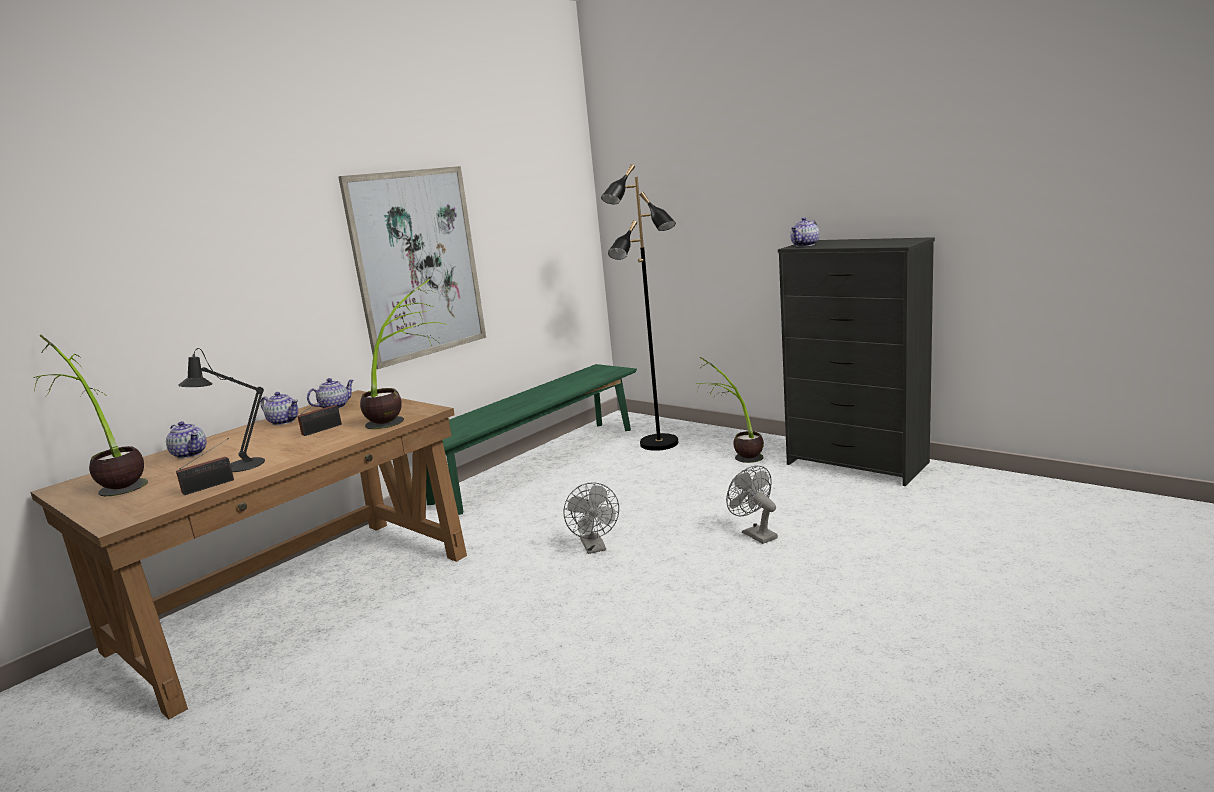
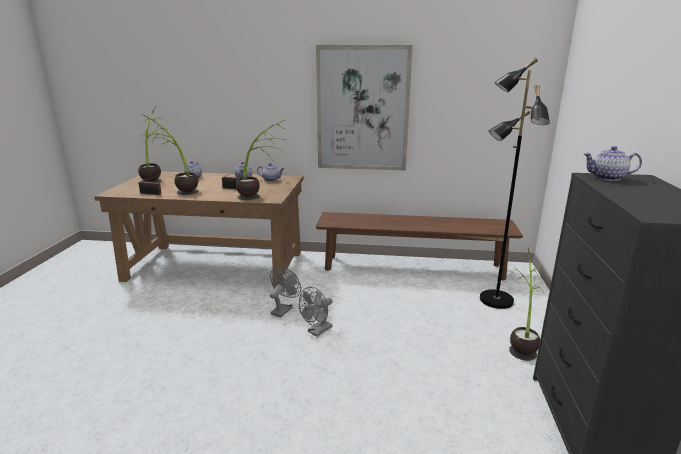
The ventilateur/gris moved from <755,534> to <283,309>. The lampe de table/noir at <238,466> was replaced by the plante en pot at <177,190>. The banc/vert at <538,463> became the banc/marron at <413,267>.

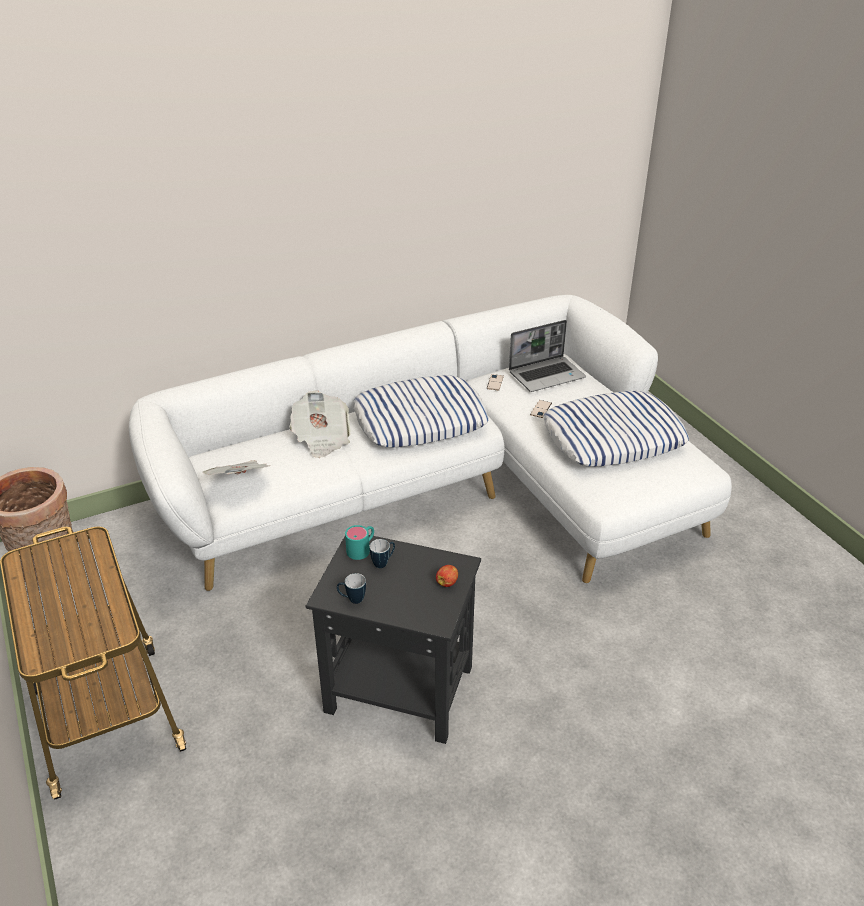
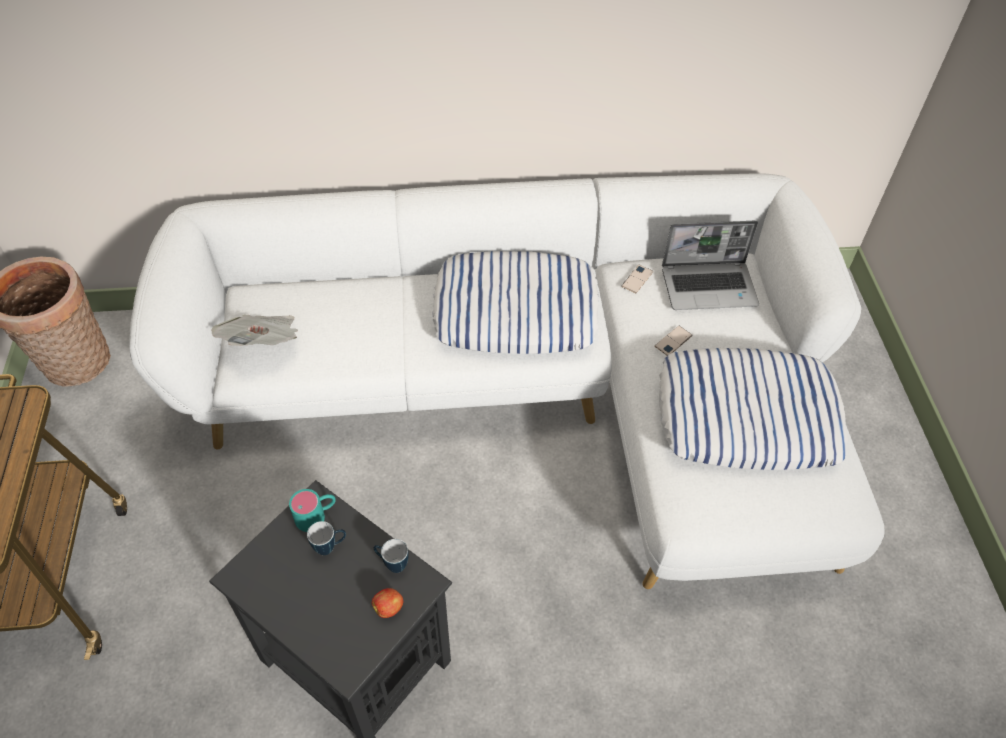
The journal at <321,438> disappeared. The mug moved from <352,599> to <392,564>.

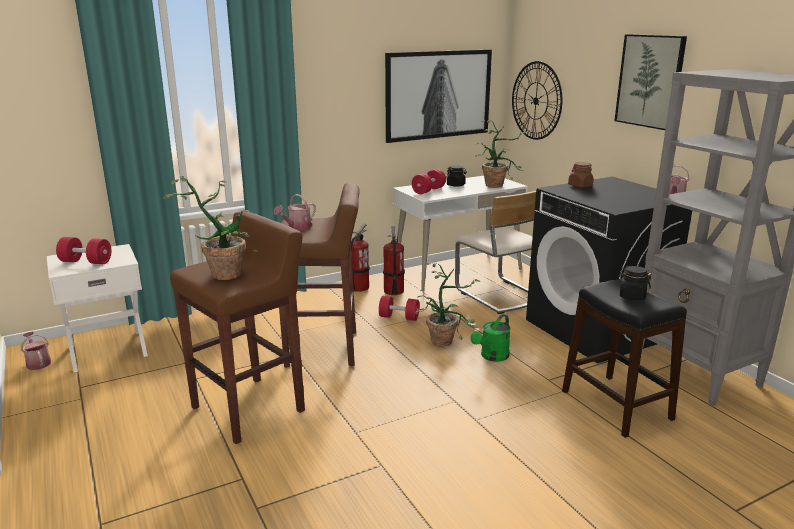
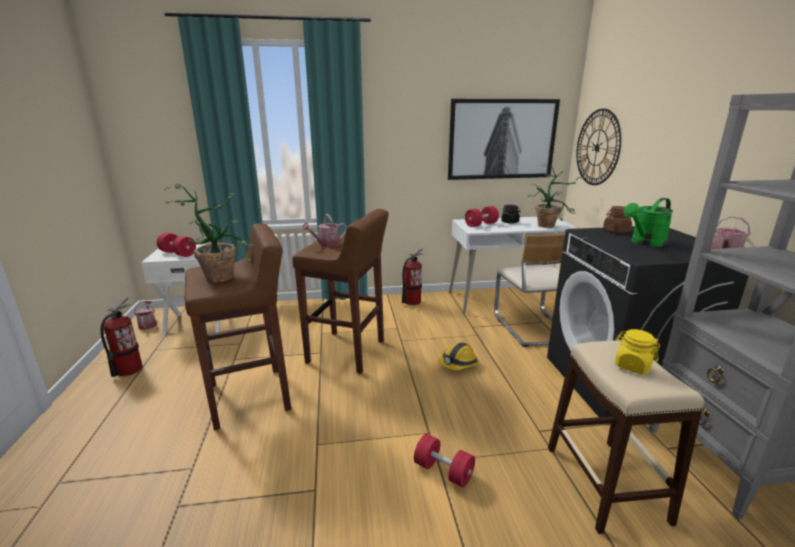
The tableau at <650,81> disappeared. The haltère/rouge moved from <399,317> to <443,471>. The extincteur moved from <393,291> to <129,370>. The arrosoir/vert moved from <492,357> to <645,243>. The plante en pot at <446,340> was replaced by the casque de chantier at <458,364>. The tabouret/noir at <616,404> became the tabouret/beige at <605,483>. The bocal/noir at <631,296> became the bocal/jaune at <632,366>.

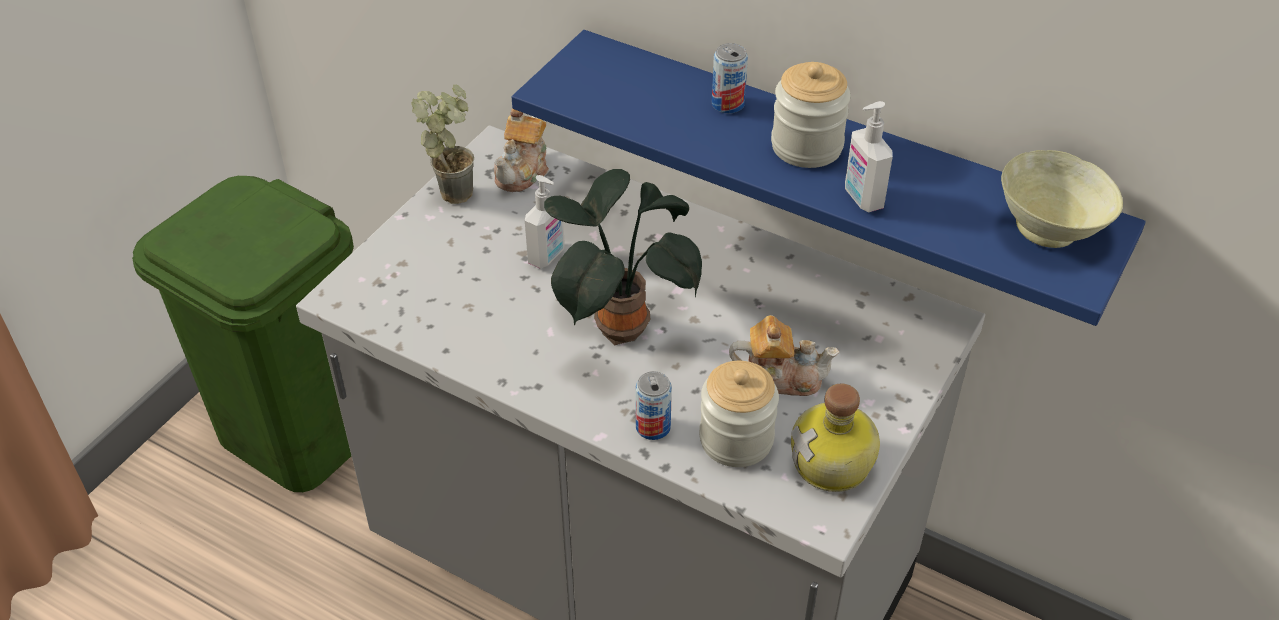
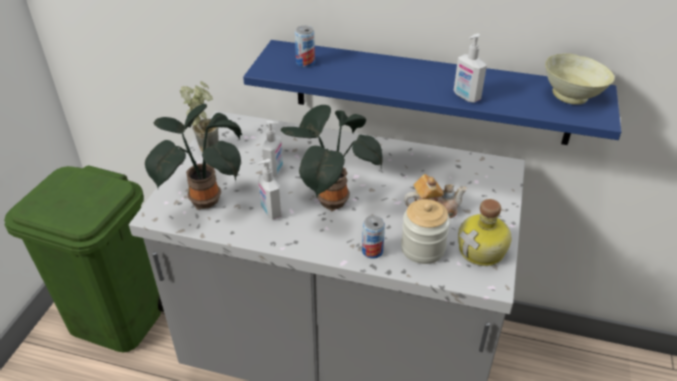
The théière at <523,171> disappeared. The bocal at <806,146> disappeared. The plante en pot at <204,198> appeared. The distributeur de savon at <270,212> appeared. The boîte métallique moved from <728,104> to <305,63>.

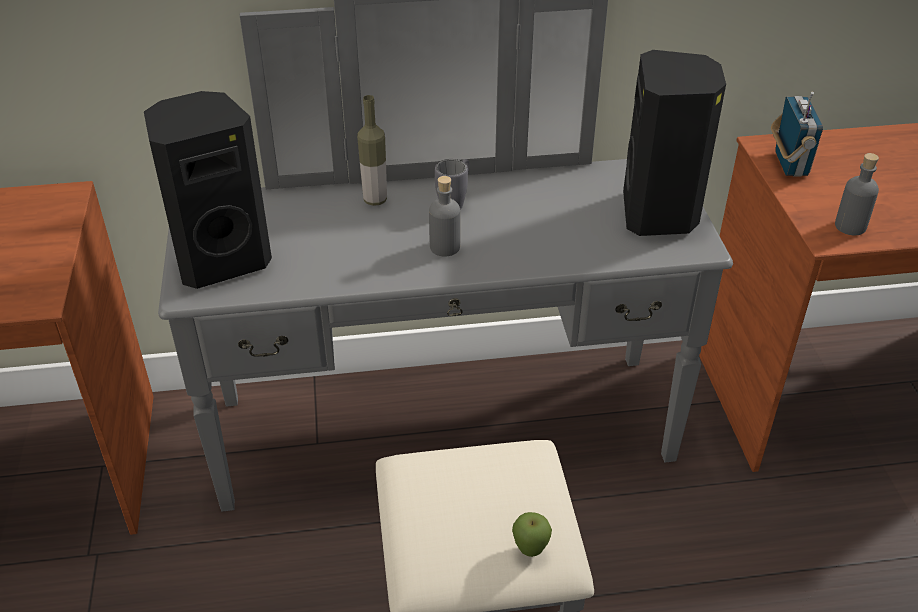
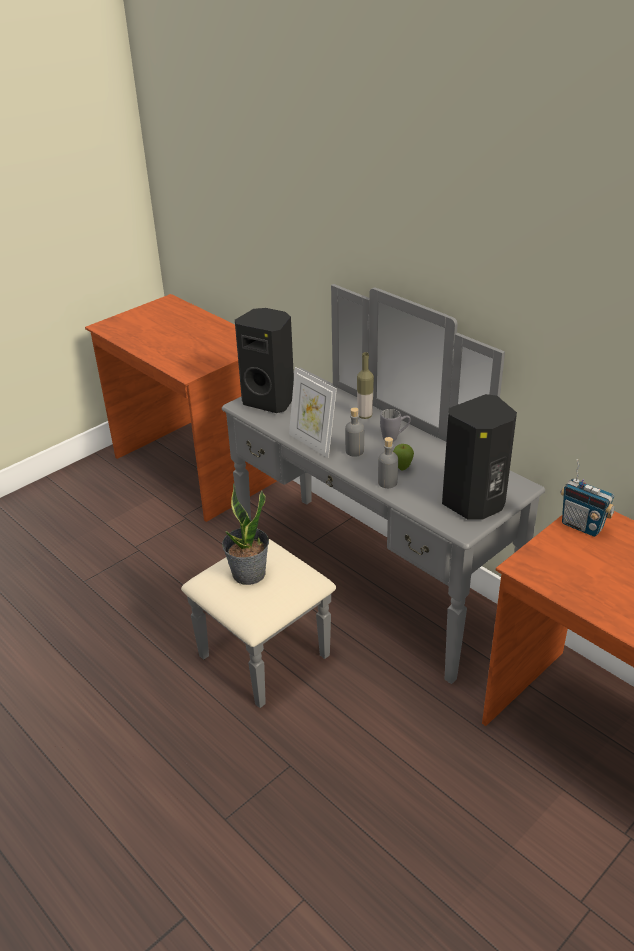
The plante en pot at <248,574> appeared. The cadre photo at <312,443> appeared. The pomme moved from <530,551> to <402,468>. The bouteille/gris moved from <850,226> to <387,482>. The radio at <789,164> turned 75 degrees clockwise.

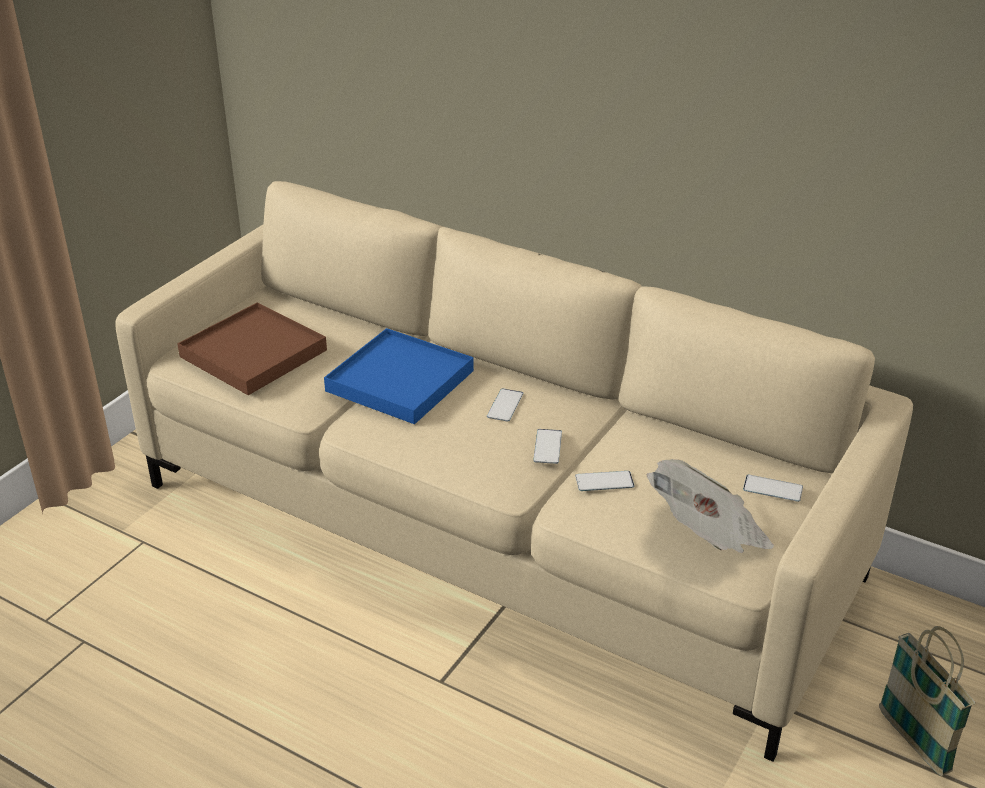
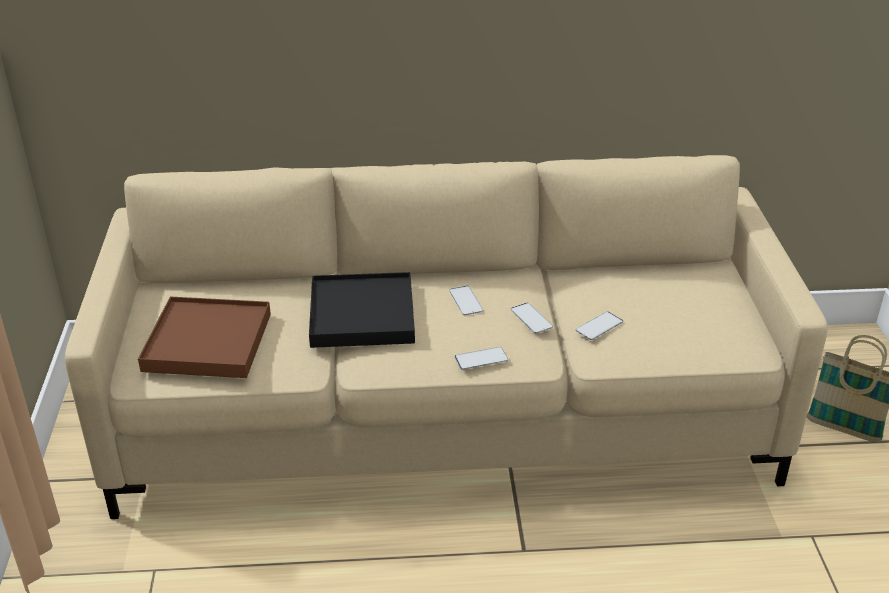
The journal at <708,534> disappeared. The téléphone moved from <772,488> to <481,358>. The plateau/bleu at <400,381> became the plateau/noir at <362,314>.

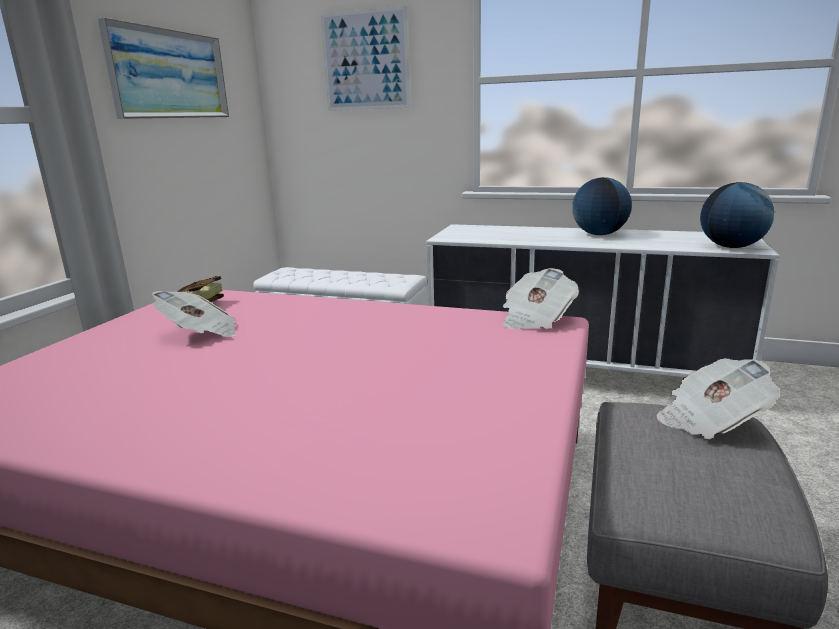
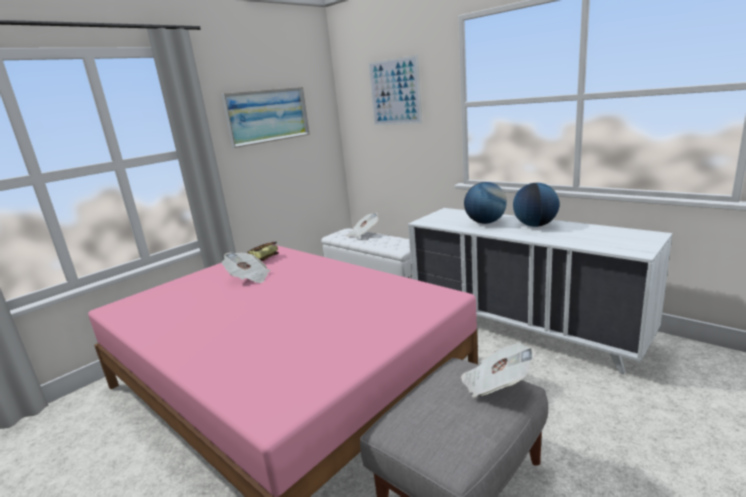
The journal moved from <535,319> to <363,234>. The globe moved from <731,247> to <485,222>.

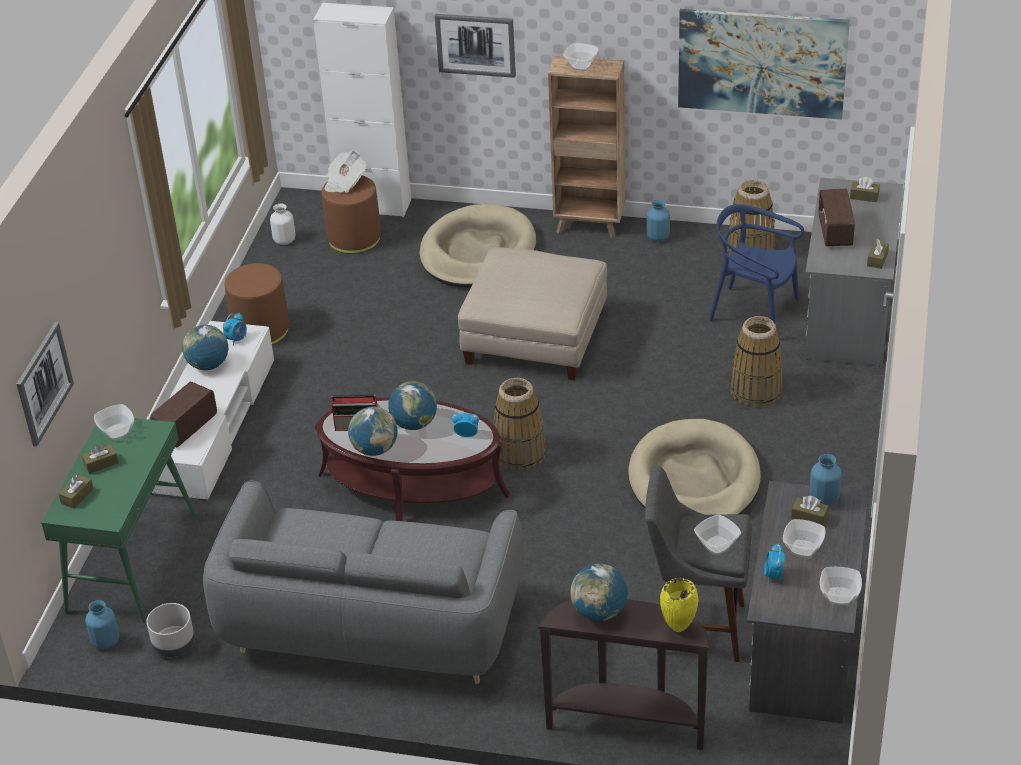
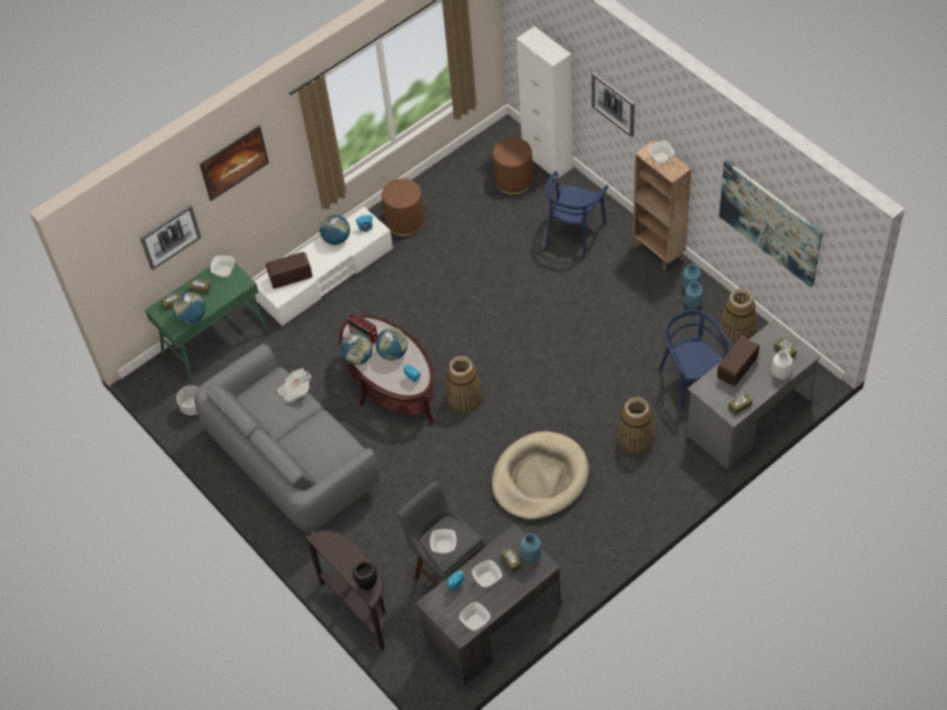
The pouf/beige at <535,337> disappeared. The tableau at <236,171> appeared. The vase/bleu moved from <105,641> to <693,303>. The vase/blanc moved from <285,240> to <781,373>. The journal moved from <344,182> to <295,390>. The globe moved from <599,612> to <192,317>. The panier pour chien/beige at <477,252> was replaced by the chaise/bleu at <574,233>. The vase/jaune at <678,629> became the vase/noir at <367,586>.

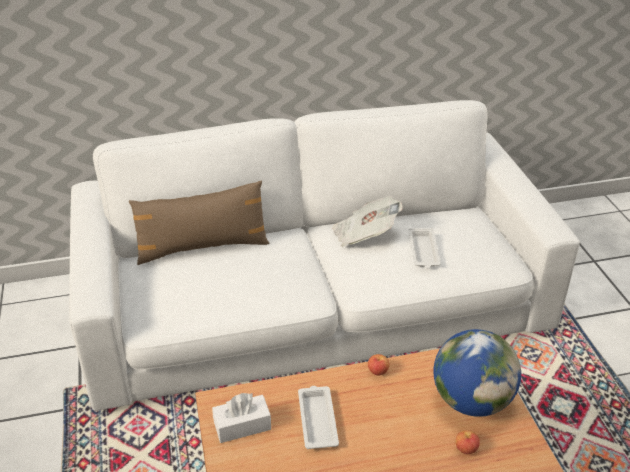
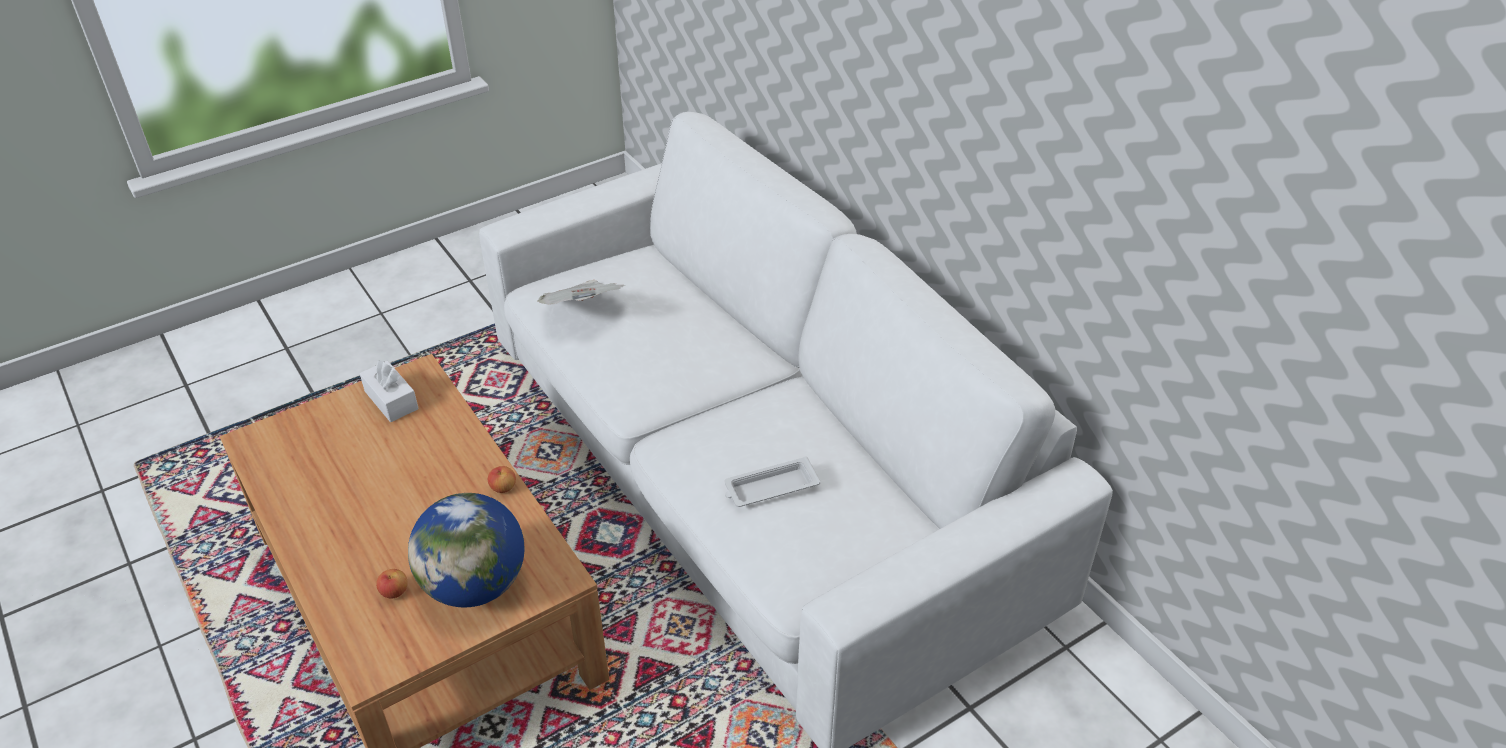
The coussin/marron at <203,247> disappeared. The plateau/blanc at <317,419> disappeared. The journal moved from <364,235> to <583,310>.

